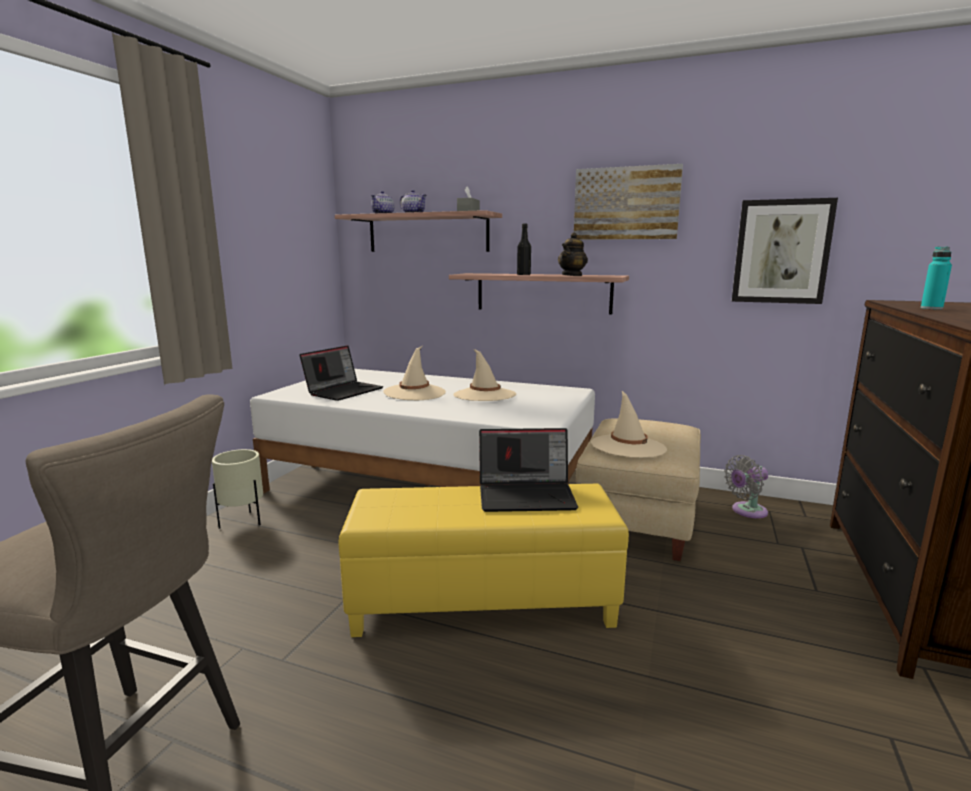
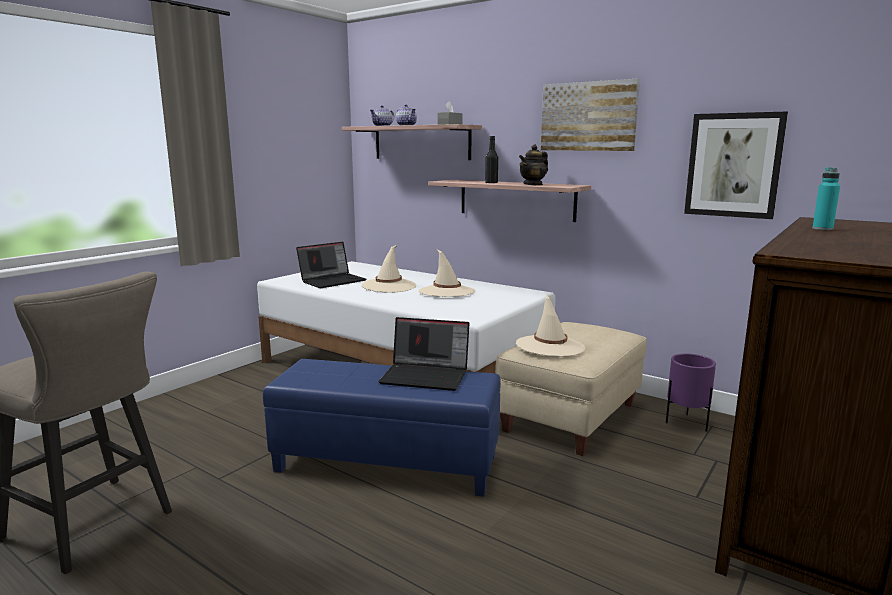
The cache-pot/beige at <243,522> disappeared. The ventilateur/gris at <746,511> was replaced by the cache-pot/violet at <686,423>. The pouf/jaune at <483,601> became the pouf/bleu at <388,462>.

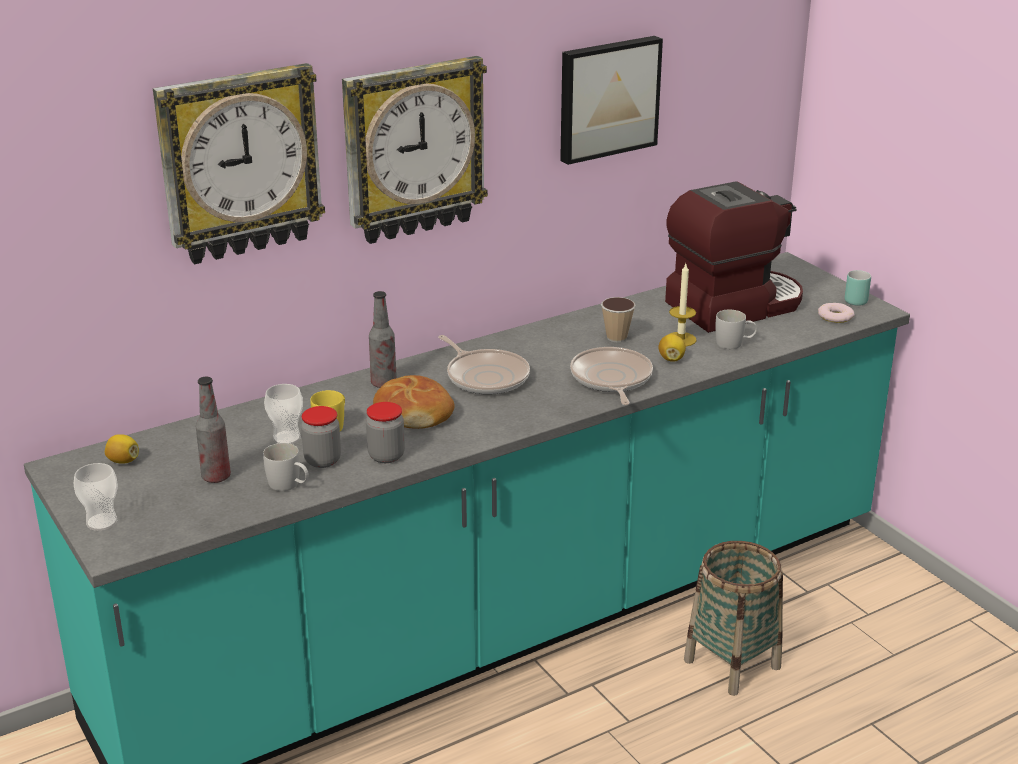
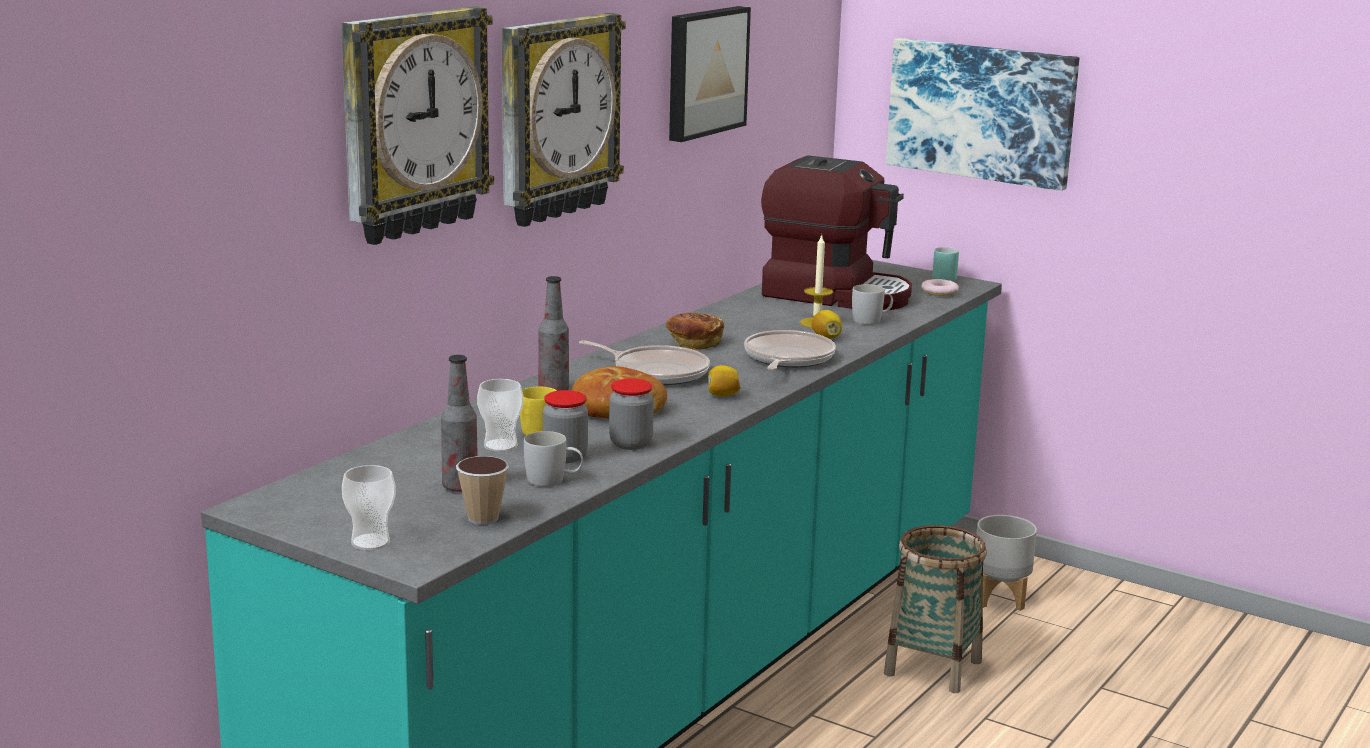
The pain at <694,343> appeared. The tableau at <981,111> appeared. The cache-pot/gris at <1001,599> appeared. The citron moved from <123,461> to <722,395>. The tasse moved from <616,337> to <483,518>. The poêle at <611,379> turned 45 degrees clockwise. The machine à café at <734,305> turned 75 degrees clockwise.

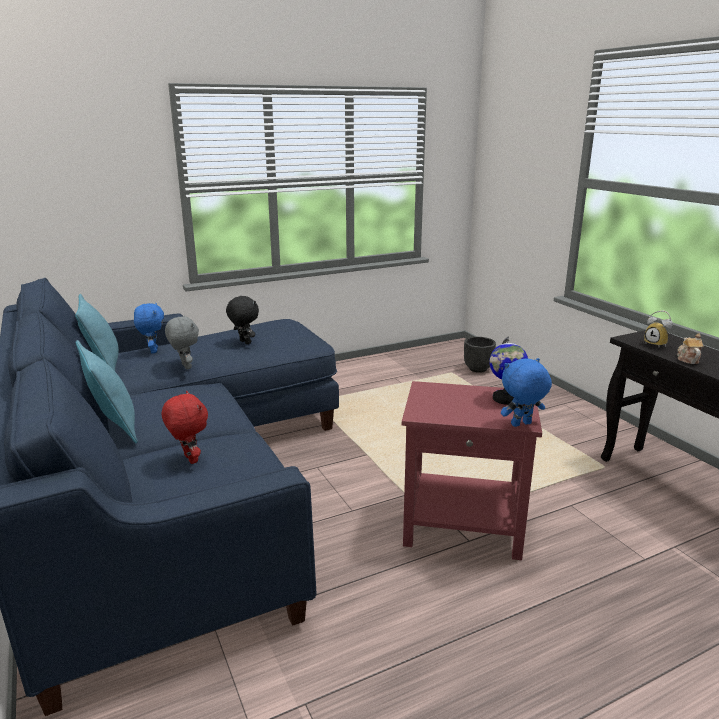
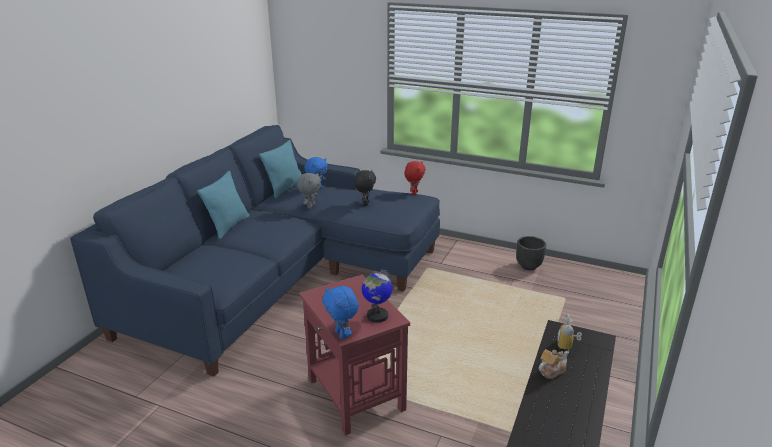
The peluche/rouge moved from <189,459> to <414,193>. The cache-pot/noir moved from <478,369> to <529,266>. The peluche/bleu at <521,425> turned 150 degrees counterclockwise.

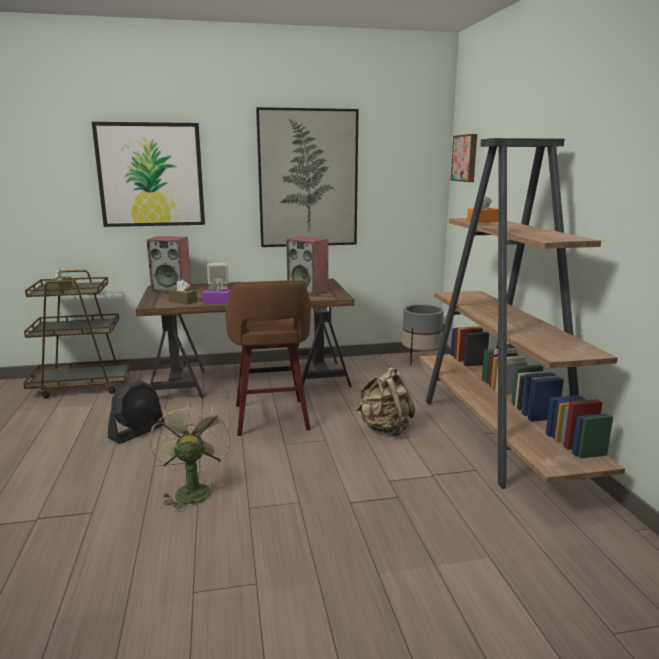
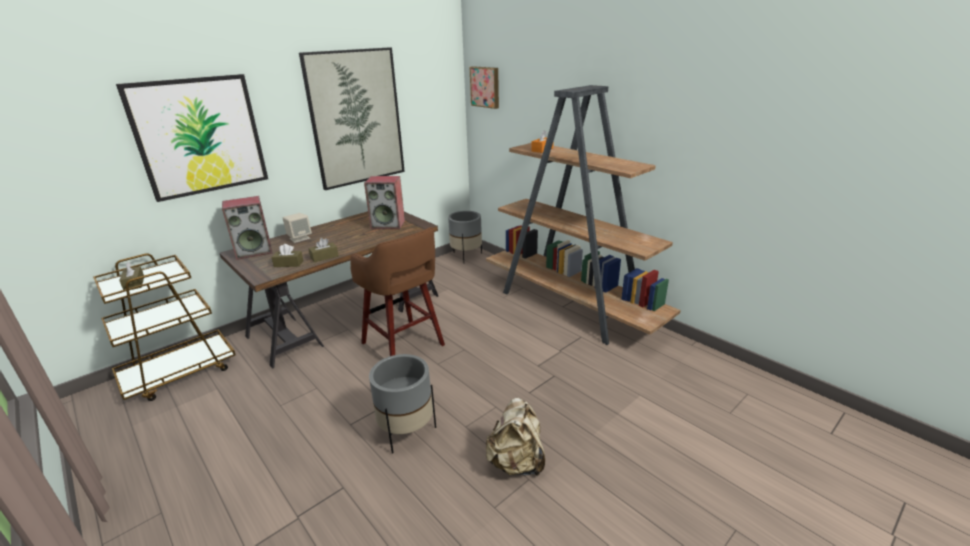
The ventilateur/noir at <137,431> disappeared. The sac à dos/beige moved from <385,429> to <516,462>. The ventilateur/vert at <192,490> was replaced by the cache-pot/gris at <406,431>. The boîte à mouchoirs/violet at <217,302> became the boîte à mouchoirs/marron at <324,257>.

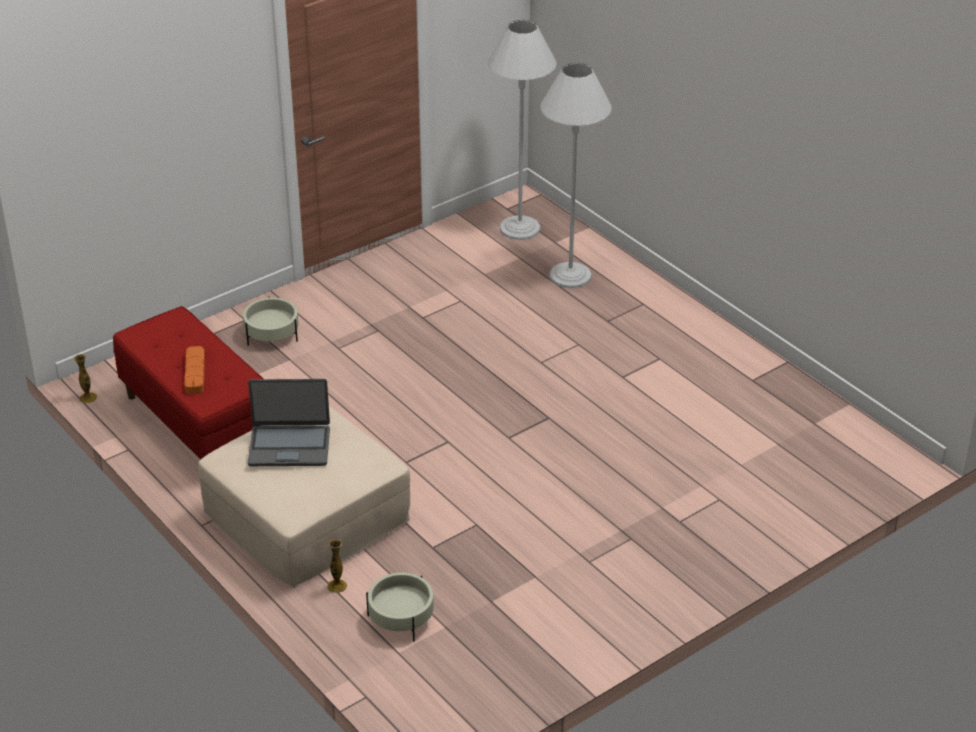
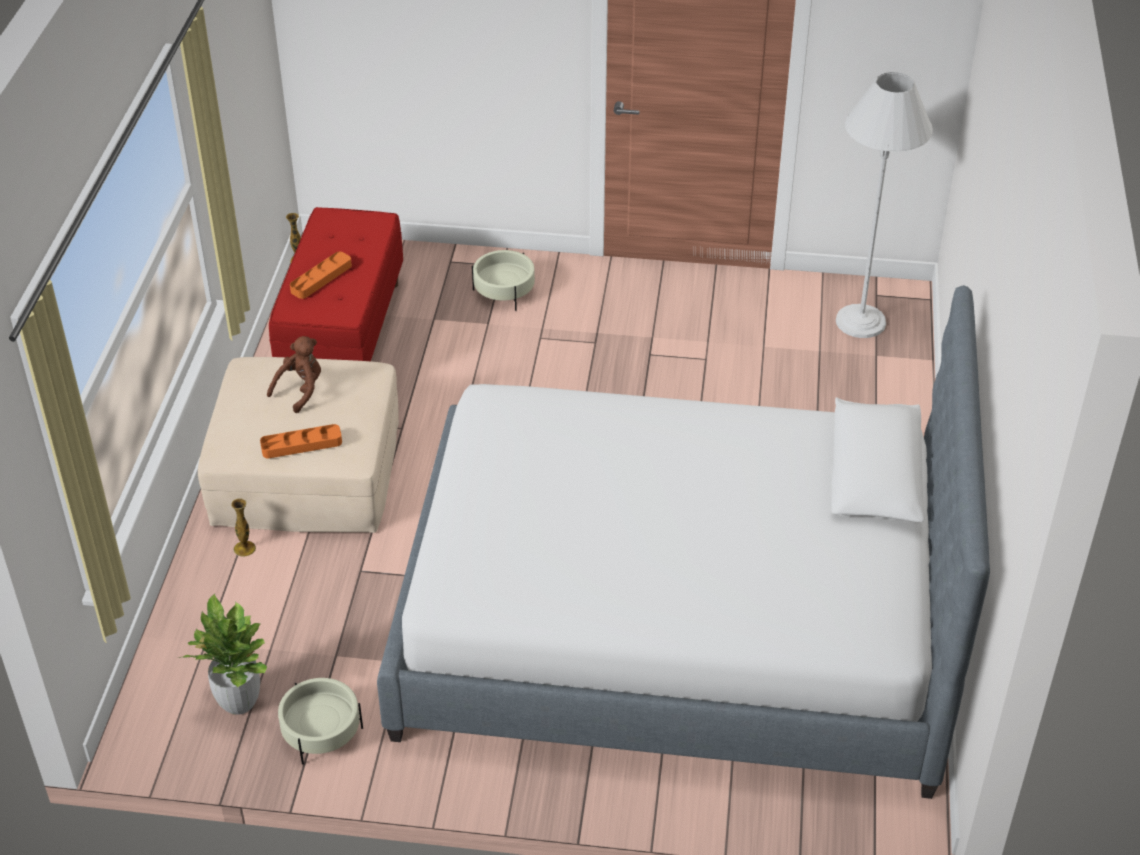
The lampadaire/blanc at <570,276> disappeared. The plante en pot at <238,702> appeared. The plateau/orange at <301,445> appeared. The lit at <674,624> appeared. The cache-pot/beige moved from <401,618> to <321,733>. The ordinateur portable at <289,446> was replaced by the peluche/marron at <301,390>.

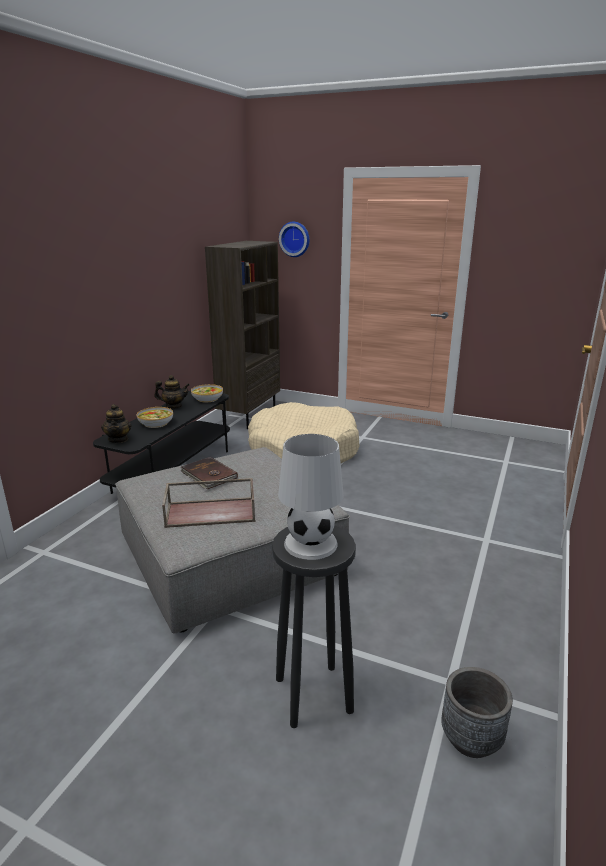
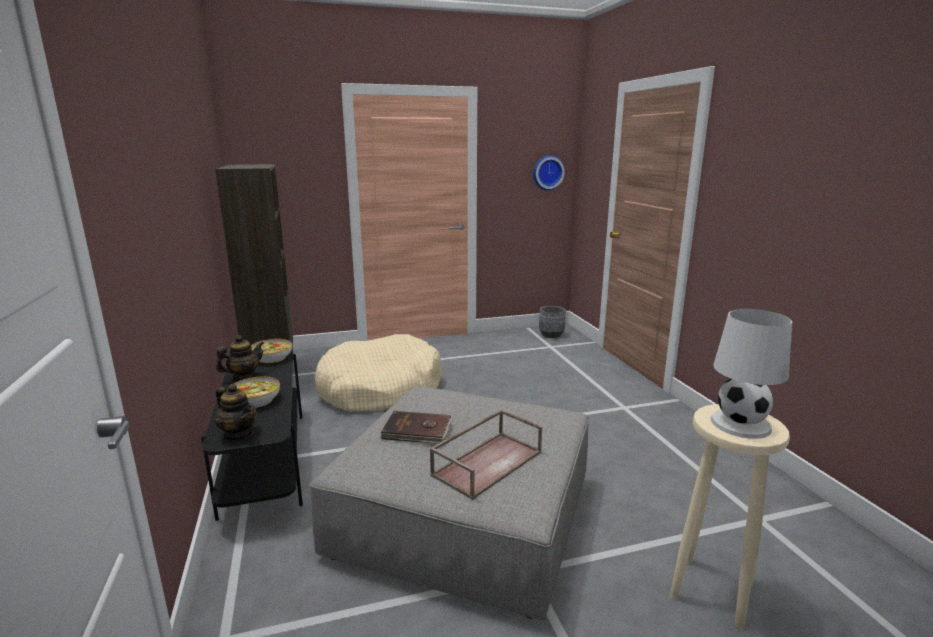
The horloge murale moved from <295,239> to <547,172>. The cache-pot/gris moved from <471,739> to <551,335>. The tabouret/noir at <312,694> became the tabouret/beige at <711,591>.

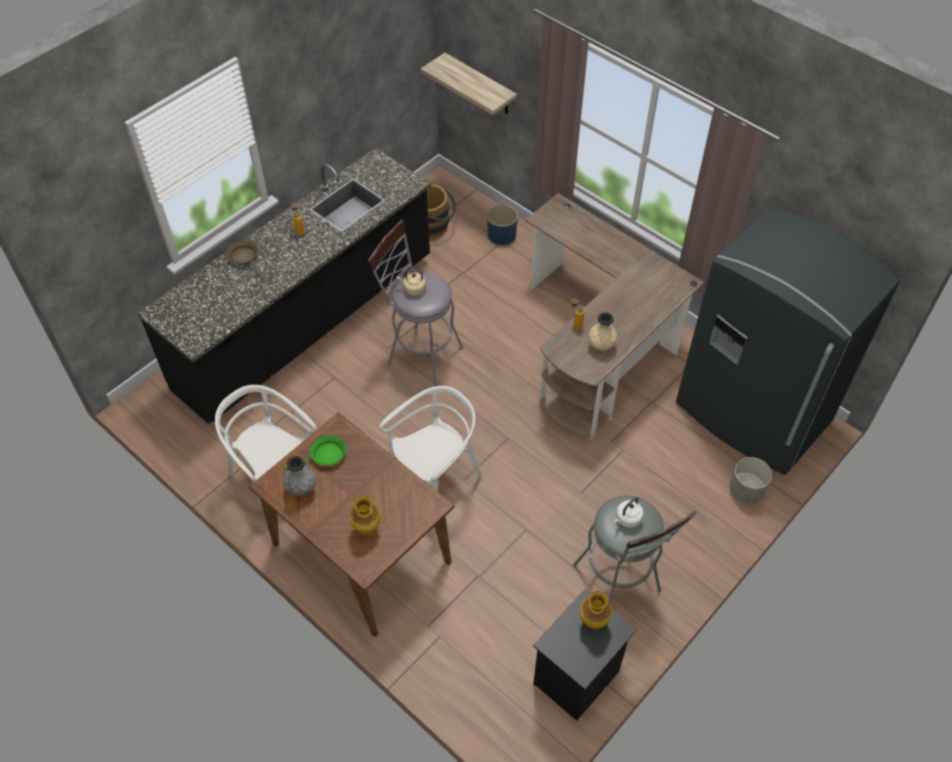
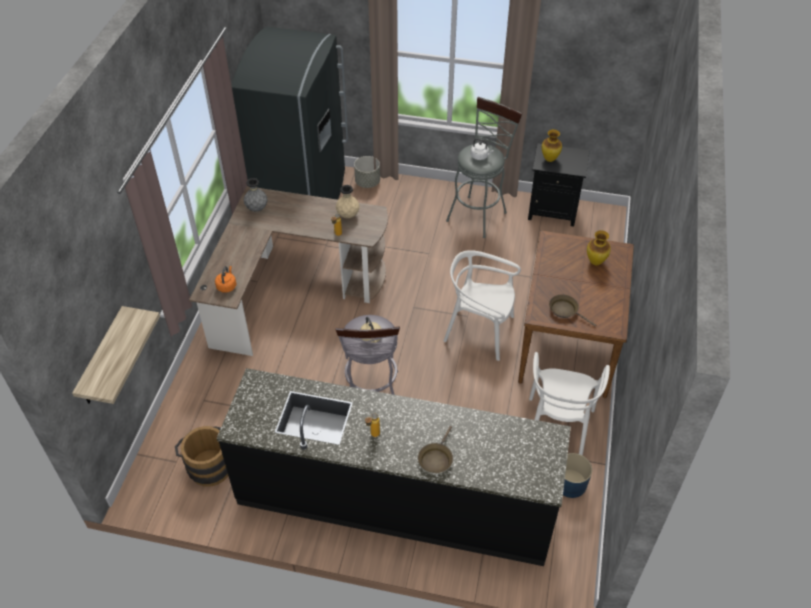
The bouilloire/orange at <227,286> appeared. The vase/gris moved from <302,489> to <257,208>. The cache-pot/bleu moved from <502,235> to <570,483>. The poêle/vert at <325,456> became the poêle/marron at <565,311>.

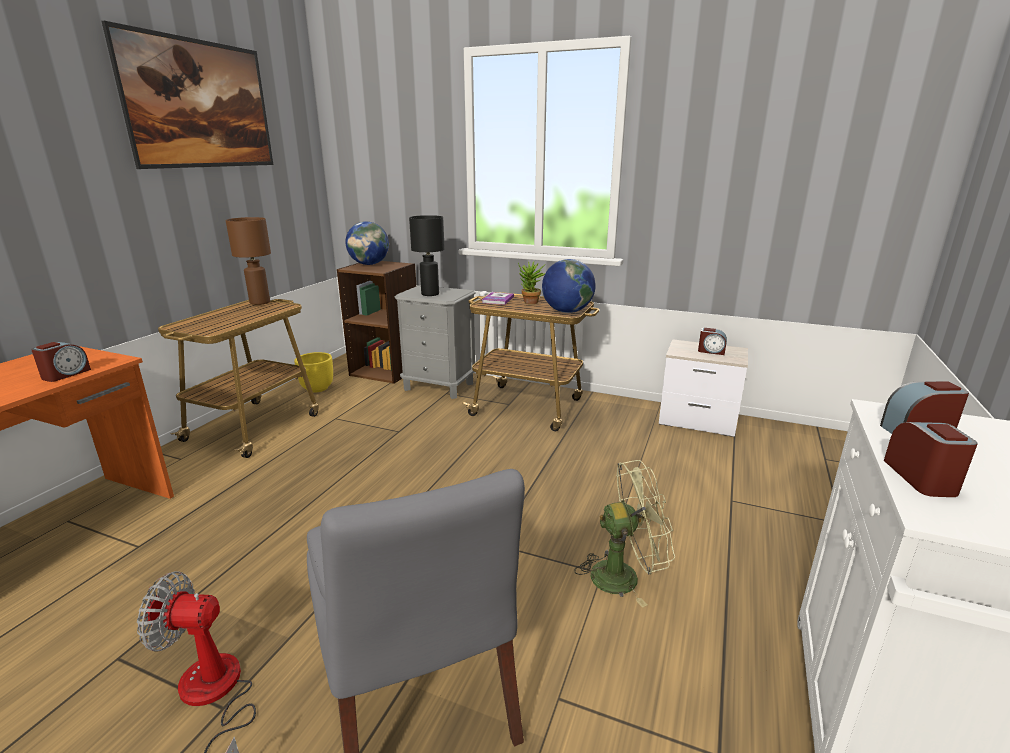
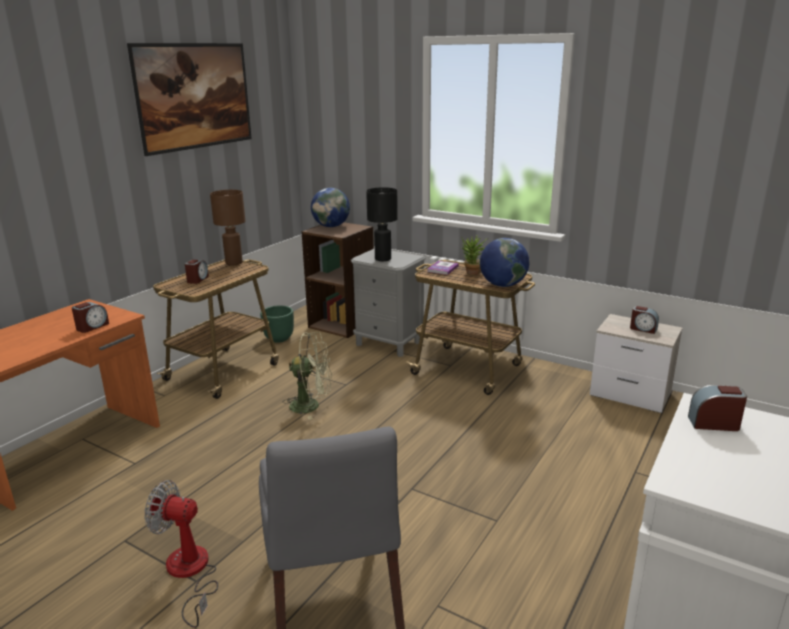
The ventilateur/vert moved from <624,575> to <311,406>. The réveil moved from <921,478> to <197,279>. The cache-pot/jaune at <317,388> became the cache-pot/vert at <279,338>.

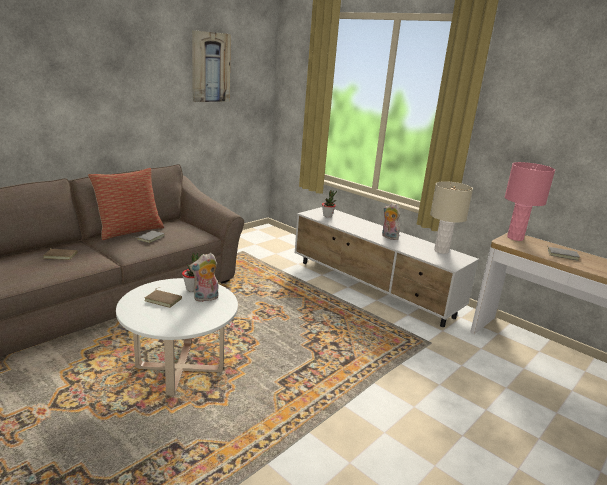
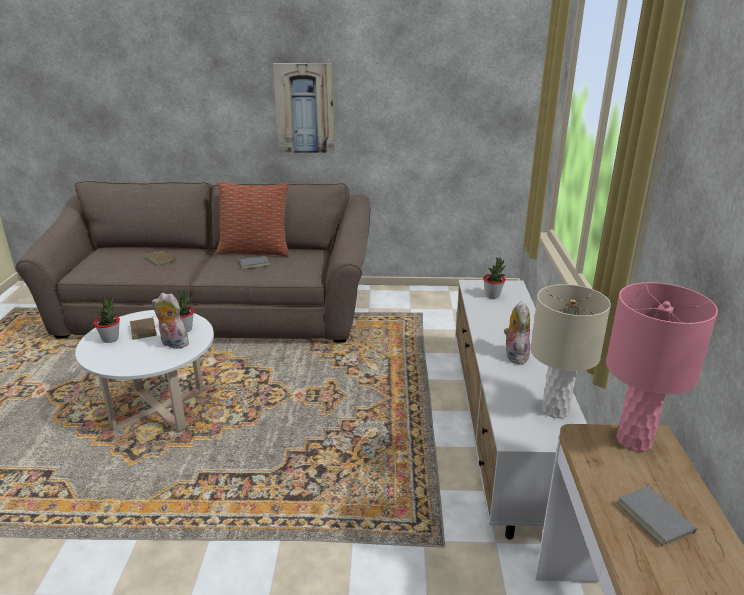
The plante en pot at <110,339> appeared. The tableau moved from <210,67> to <305,108>.

